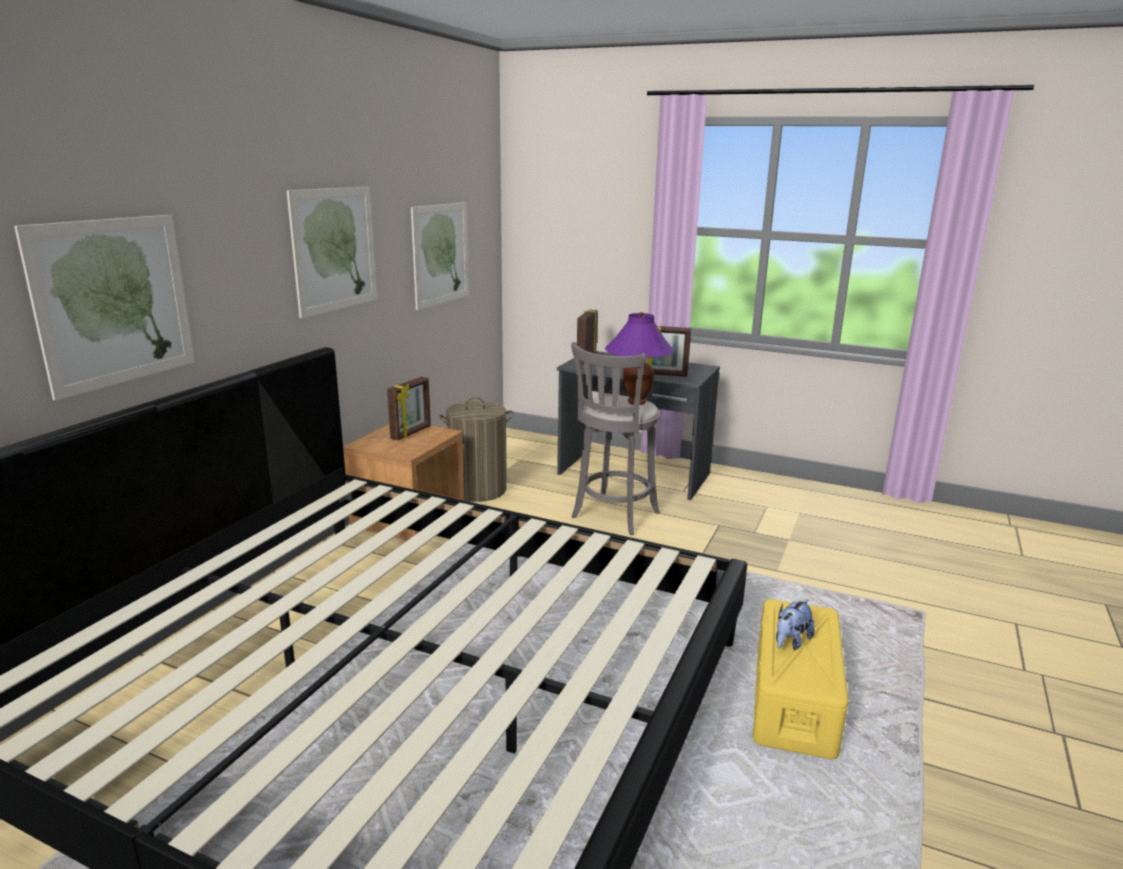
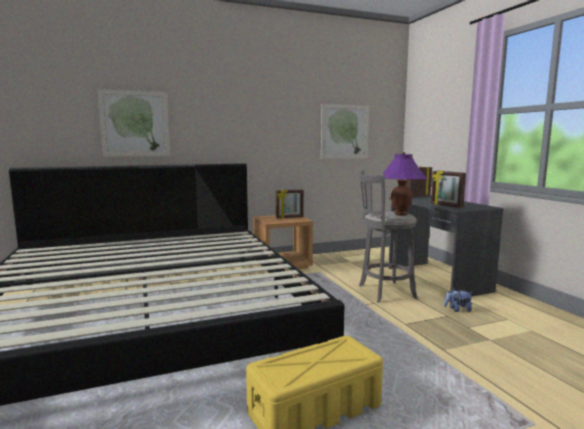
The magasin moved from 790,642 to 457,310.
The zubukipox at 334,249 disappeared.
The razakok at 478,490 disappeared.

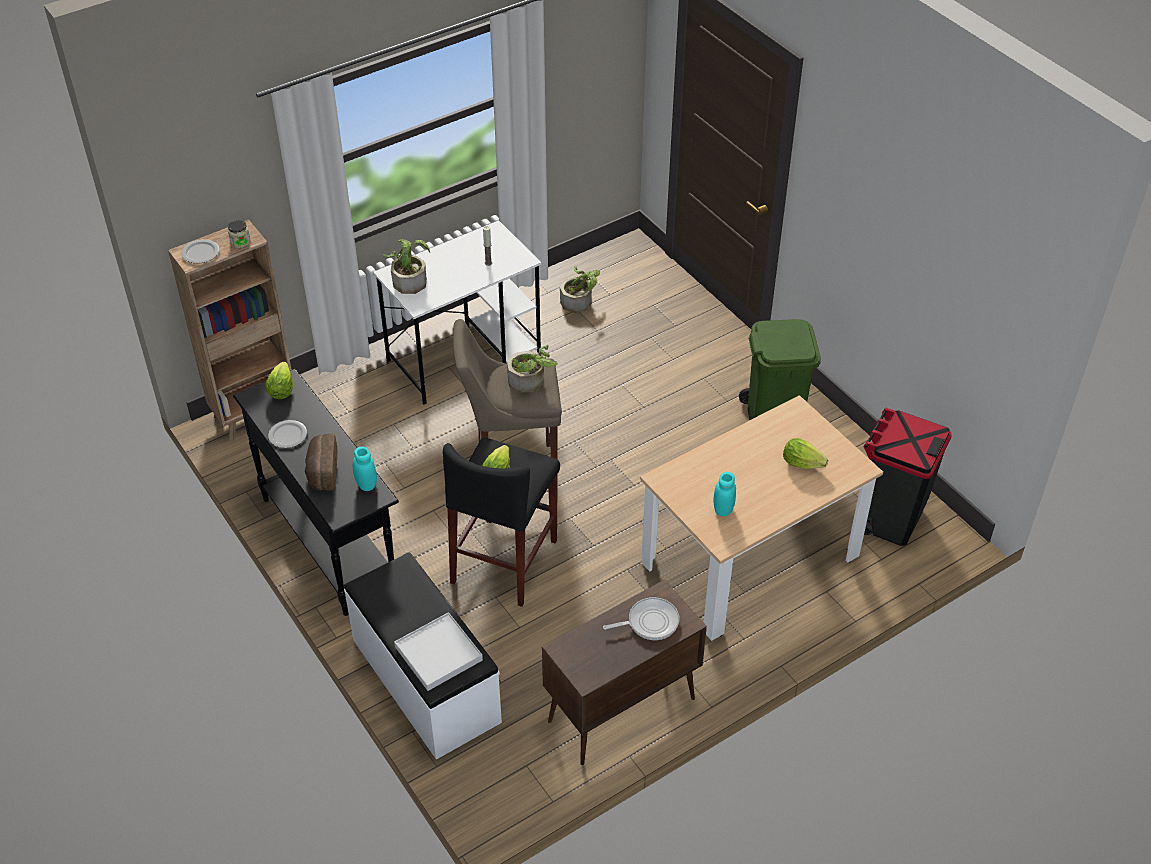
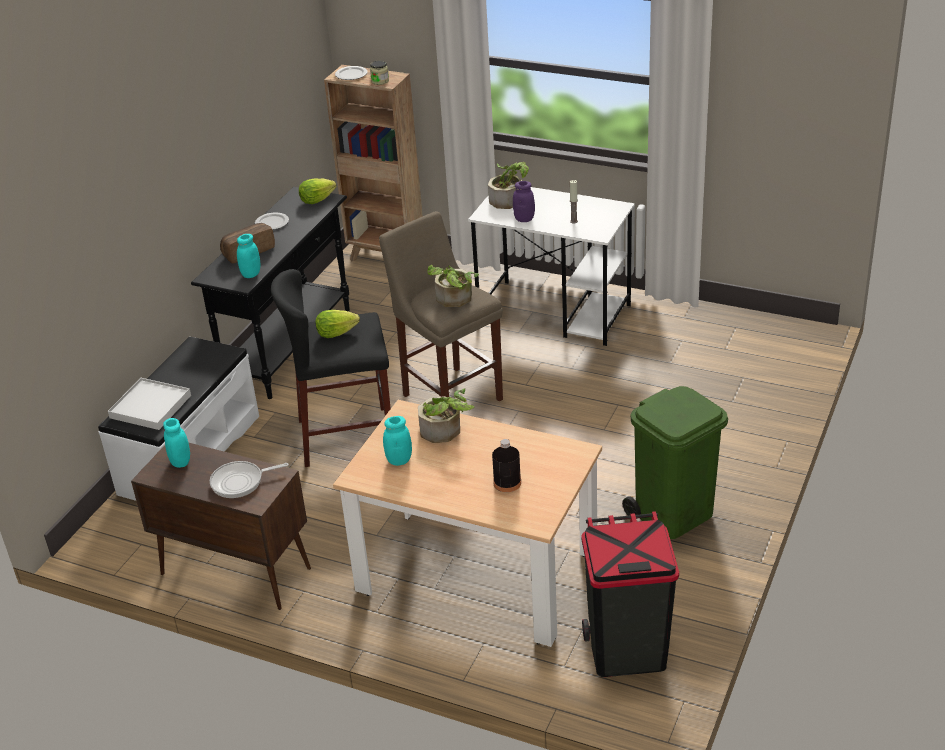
The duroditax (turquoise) at 180,462 appeared.
The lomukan at 649,622 turned 120 degrees clockwise.
The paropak moved from 580,301 to 445,432.
The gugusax at 802,463 was replaced by the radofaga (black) at 507,483.
The duroditax (purple) at 524,219 appeared.

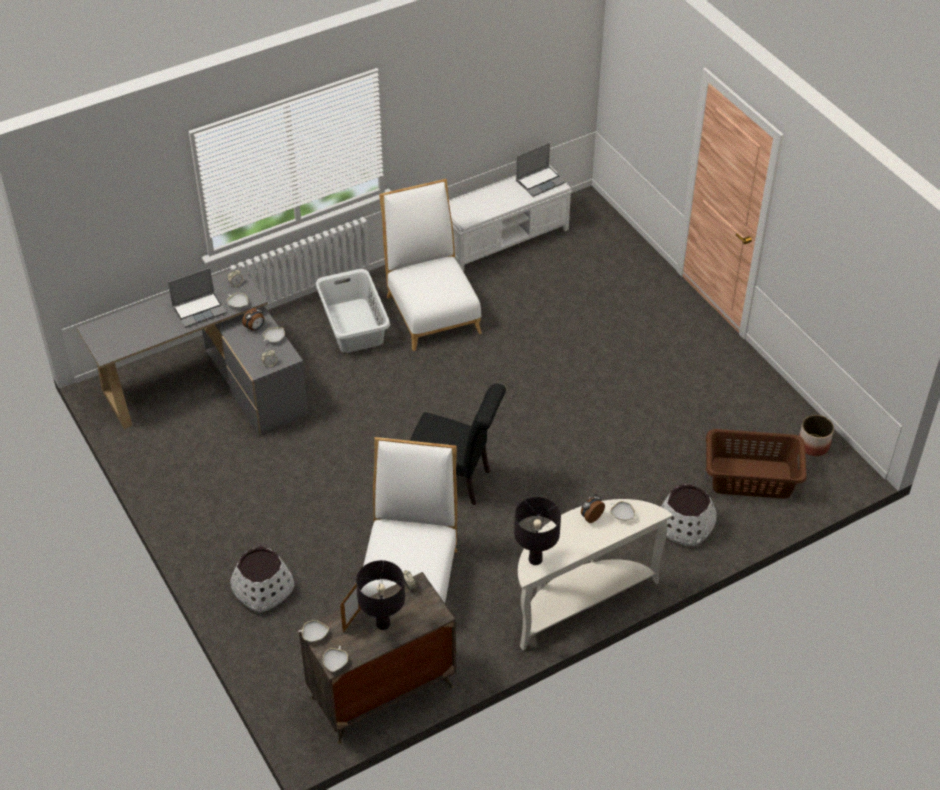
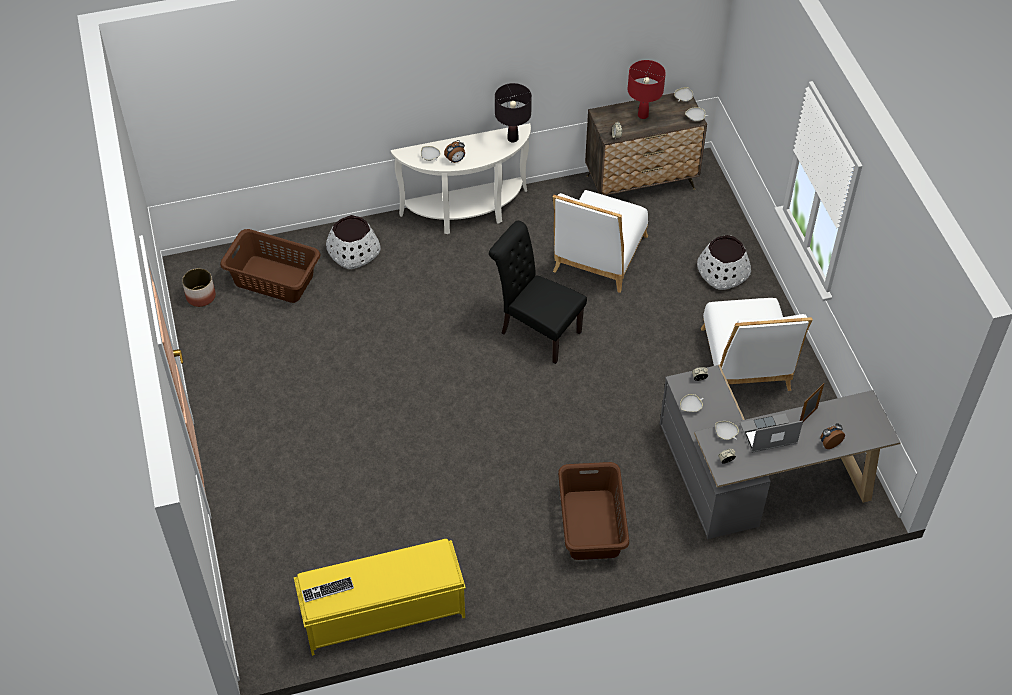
The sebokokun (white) at 505,238 became the sebokokun (yellow) at 382,614.
The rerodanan at 540,181 was replaced by the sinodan at 328,590.
The razakok (white) at 354,325 became the razakok (brown) at 591,525.
The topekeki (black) at 383,624 became the topekeki (red) at 643,115.
The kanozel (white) moved from 431,309 to 746,365.
The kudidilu moved from 352,619 to 807,417.
The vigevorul moved from 255,328 to 829,443.

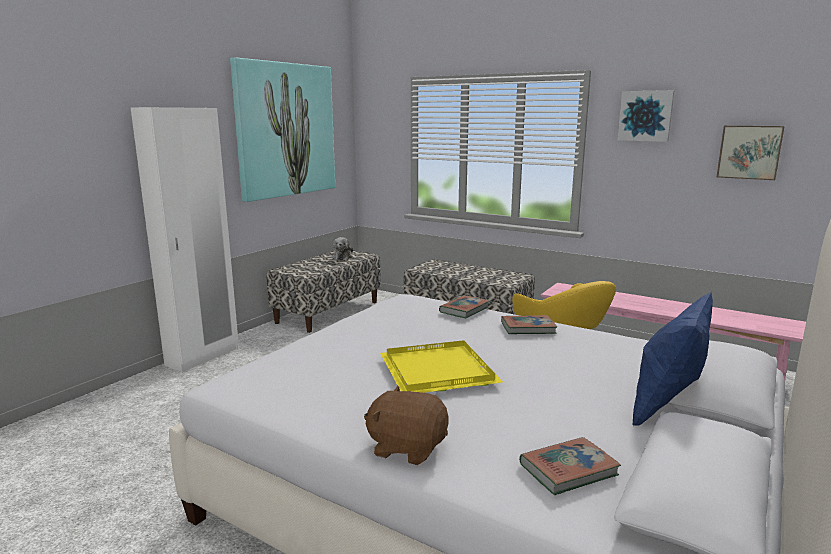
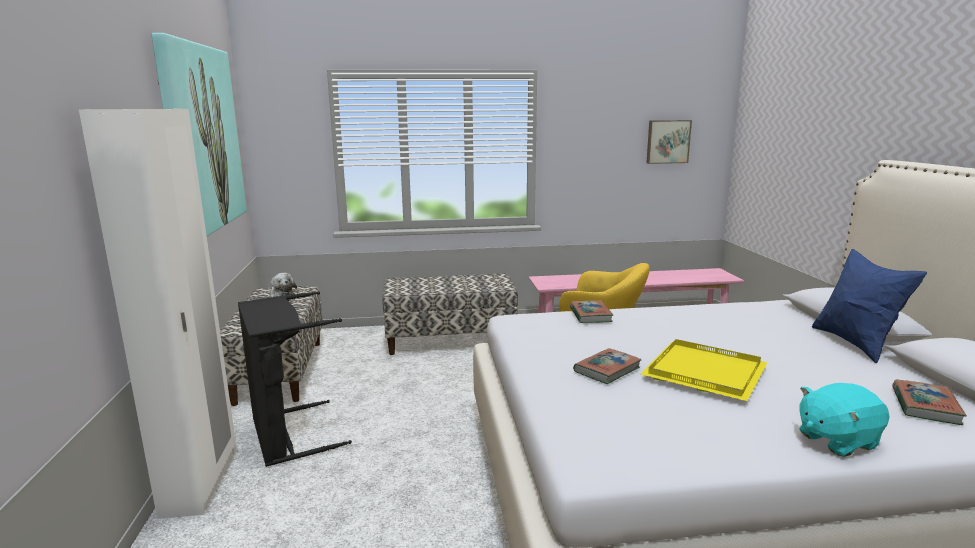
The razakok (black) at 287,435 appeared.
The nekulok moved from 528,328 to 607,370.
The magasin (brown) at 407,447 became the magasin (turquoise) at 836,440.
The zubukipox at 645,116 disappeared.

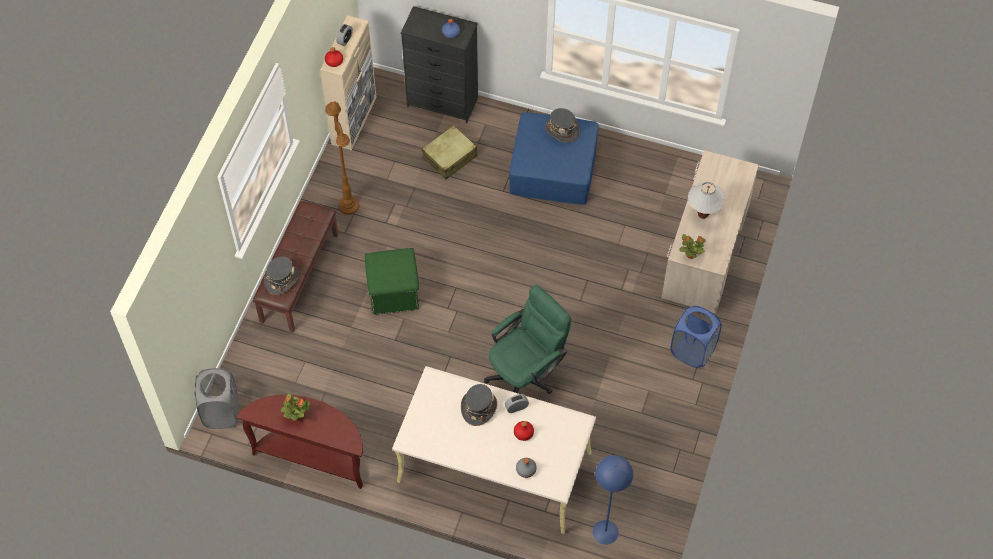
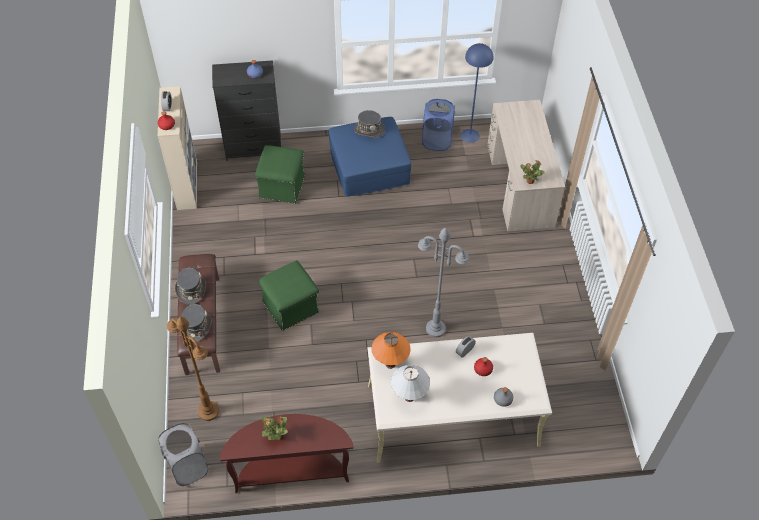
The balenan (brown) moved from 348,206 to 208,411.
The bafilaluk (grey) moved from 478,408 to 191,290.
The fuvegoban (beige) at 450,157 was replaced by the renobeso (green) at 282,186.
The topekeki (orange) at 390,364 appeared.
The topekeki (white) moved from 703,215 to 409,397.
The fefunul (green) at 526,373 was replaced by the balenan (grey) at 436,329.
The razakok (blue) moved from 692,351 to 436,141.
The balenan (blue) moved from 605,532 to 470,136.

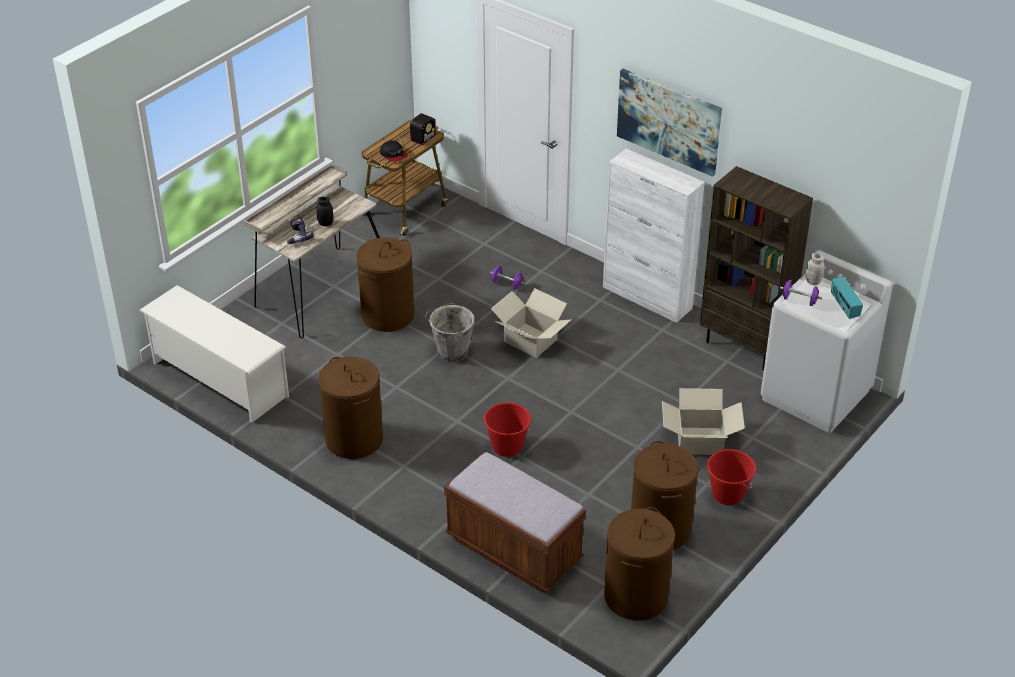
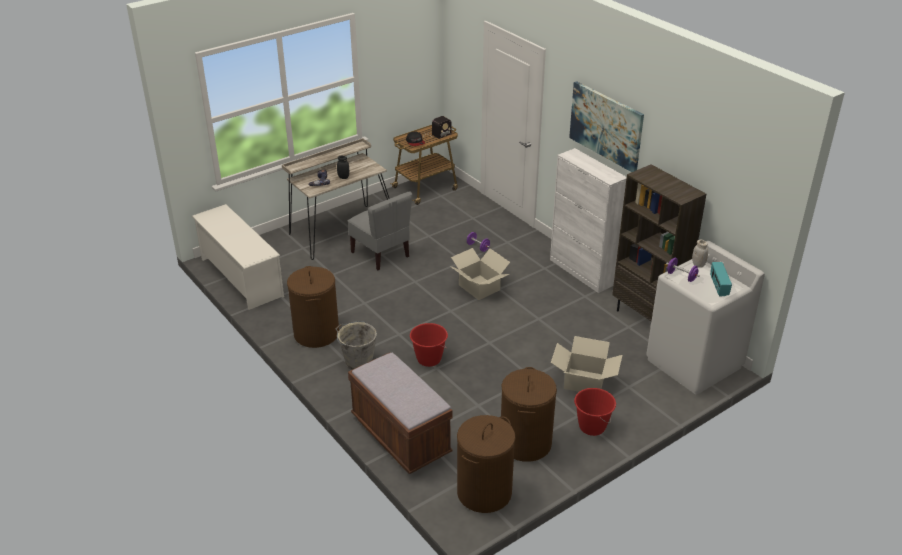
The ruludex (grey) moved from 451,351 to 358,362.
The razakok (brown) at 388,315 was replaced by the kanozel (grey) at 381,254.

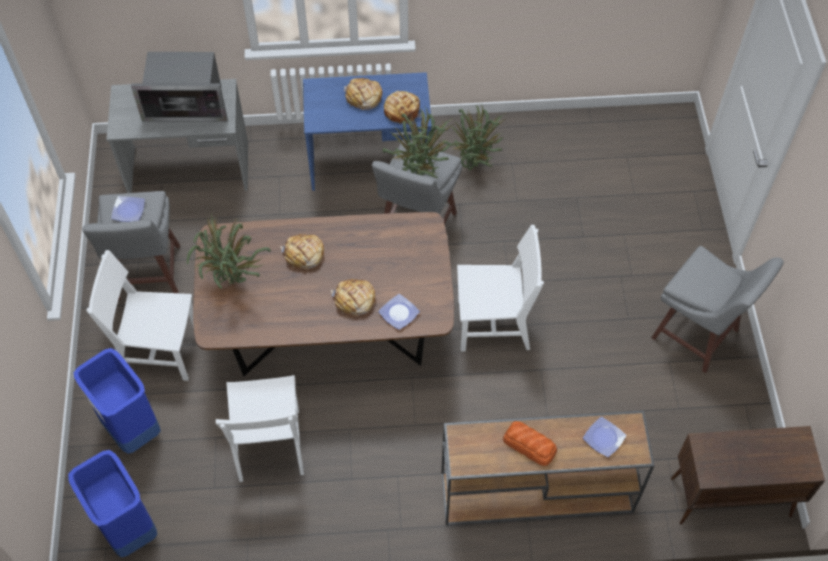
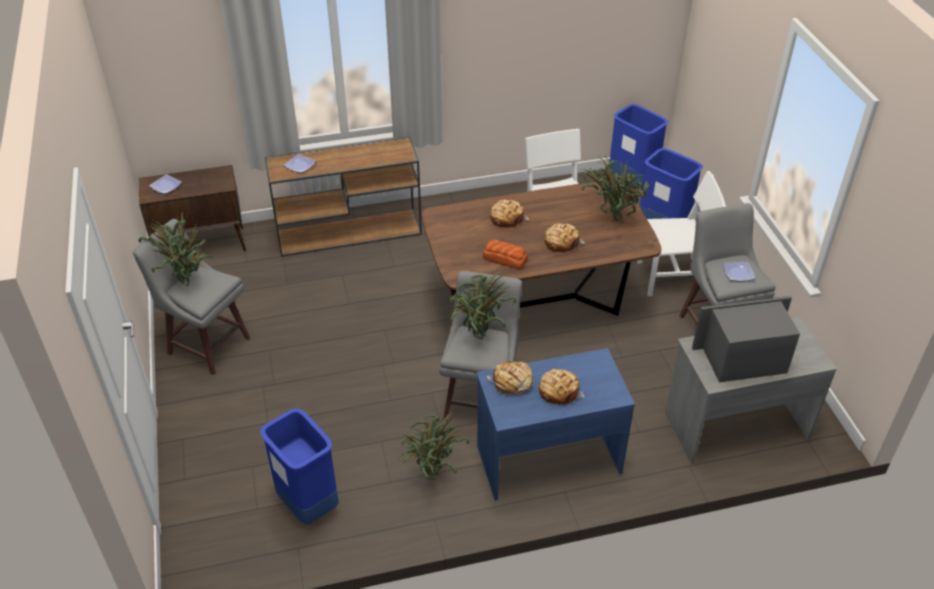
The paropak at 186,279 appeared.
The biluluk moved from 399,312 to 166,186.
The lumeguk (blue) at 307,505 appeared.
The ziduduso moved from 530,445 to 504,258.
The kanozel (white) at 493,324 disappeared.

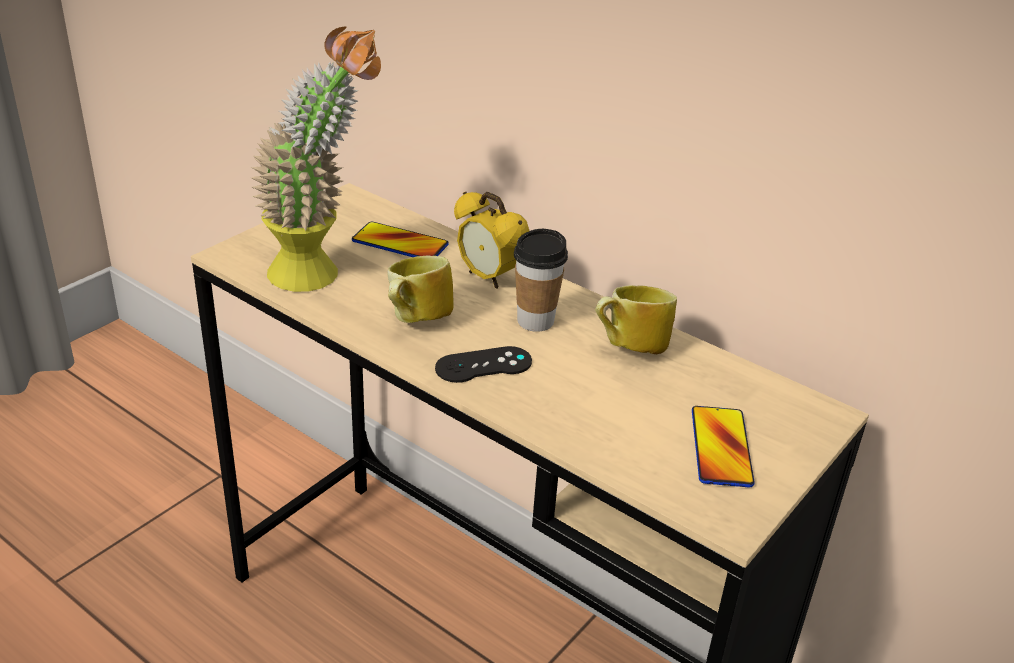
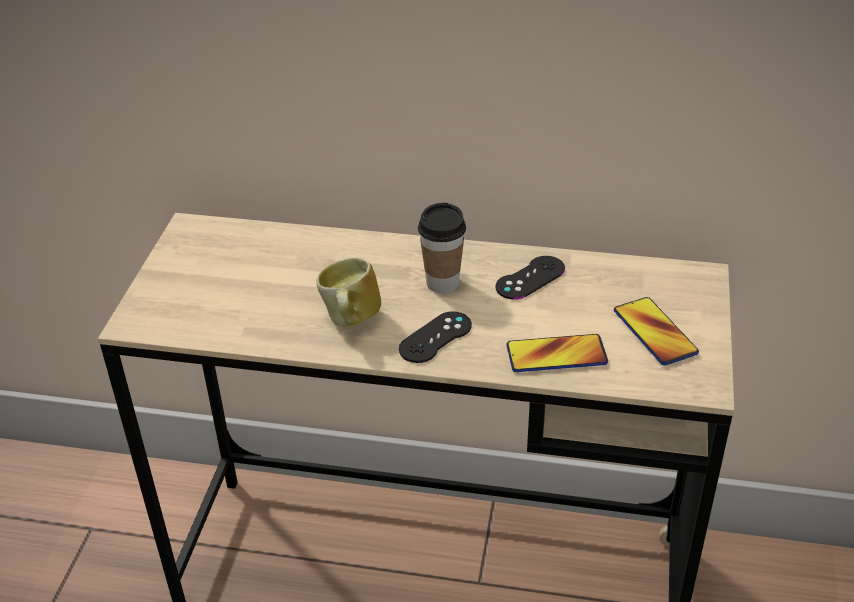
The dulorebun at 629,348 was replaced by the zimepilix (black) at 530,278.
The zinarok moved from 400,243 to 556,355.
The paropak at 322,274 disappeared.
The vigevorul at 488,278 disappeared.

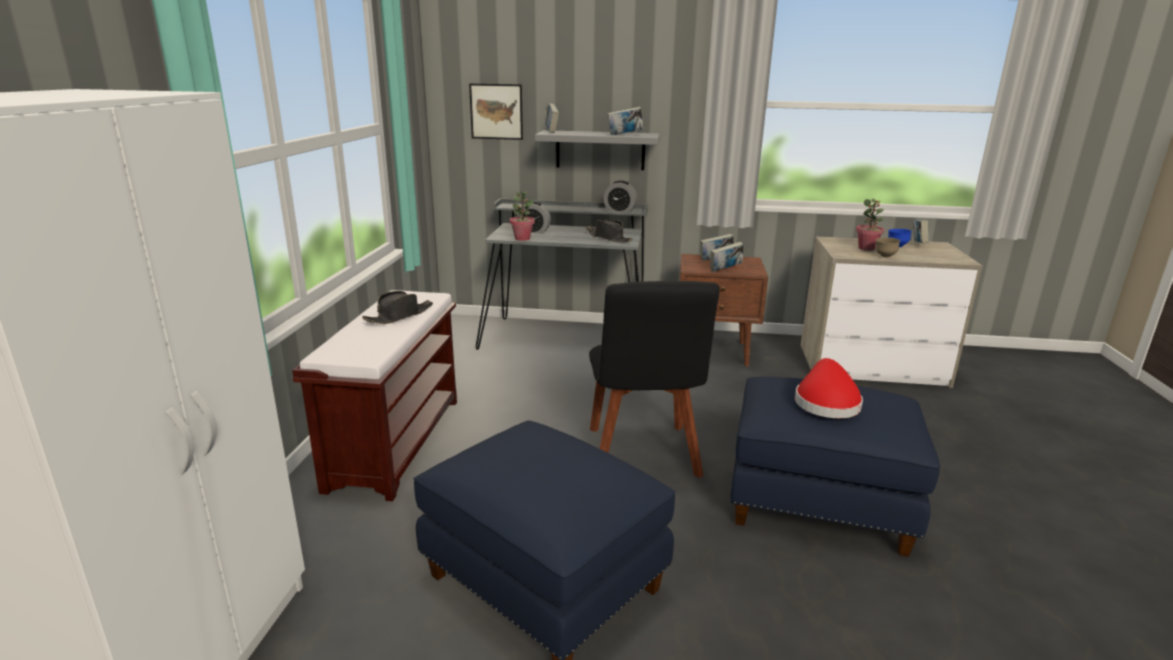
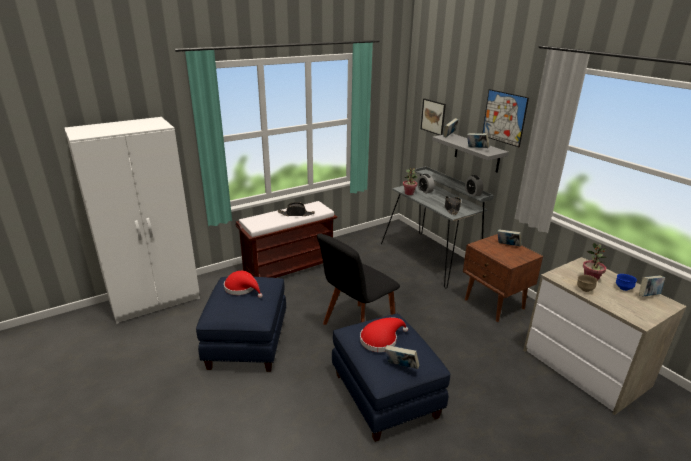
The bafilaluk (red) at 242,288 appeared.
The nekulok moved from 725,270 to 401,367.
The zubukipox at 504,117 appeared.

